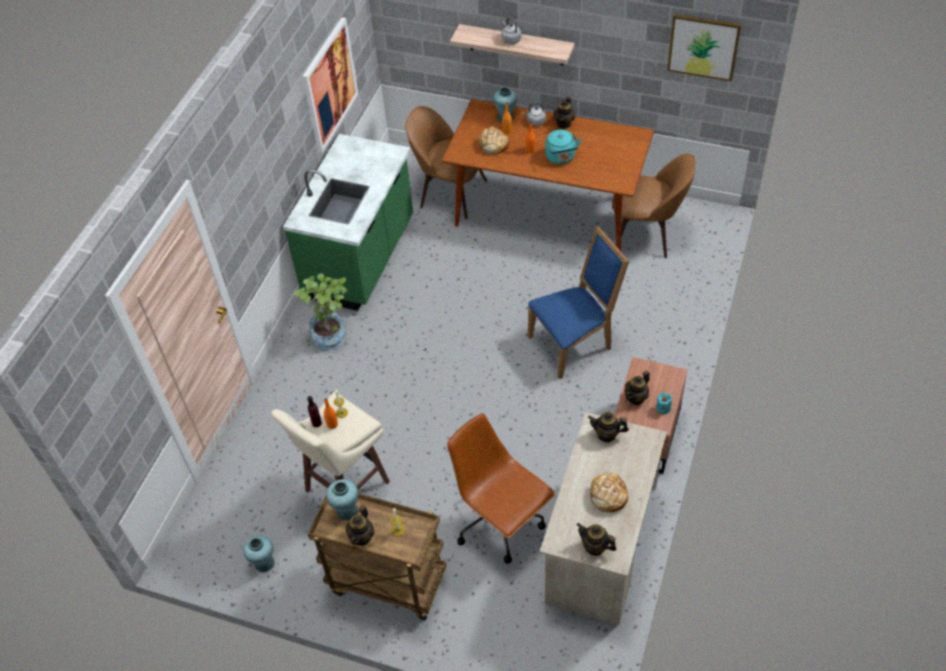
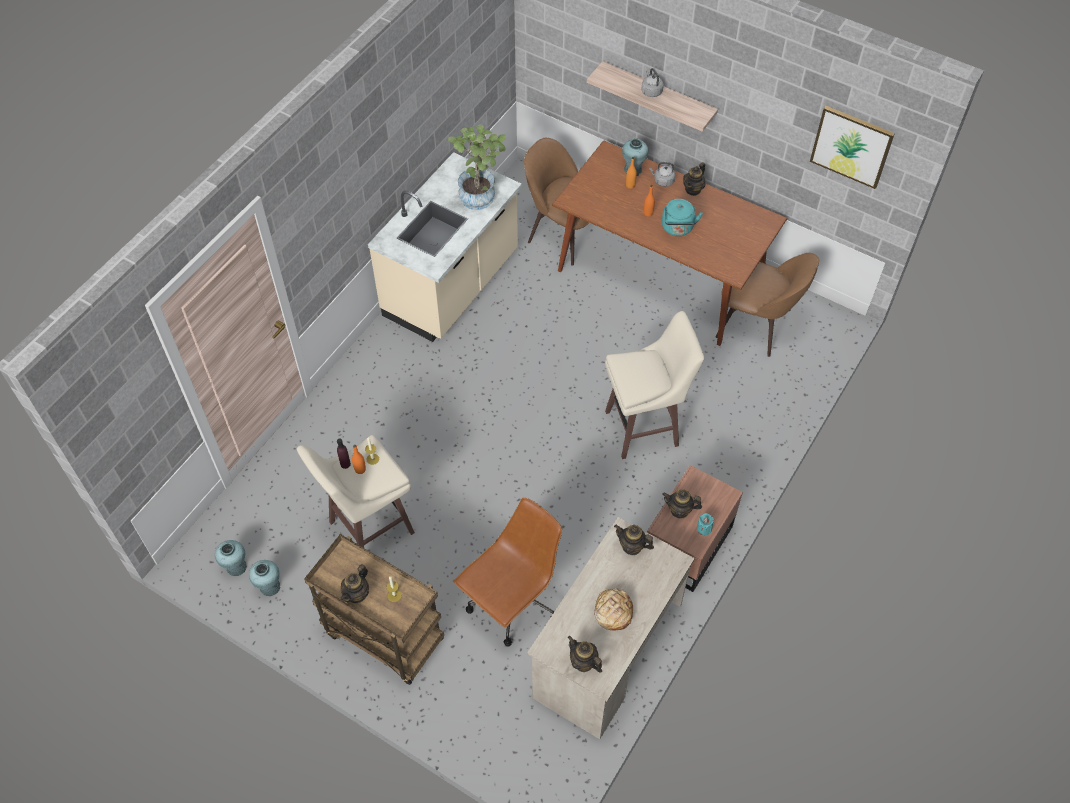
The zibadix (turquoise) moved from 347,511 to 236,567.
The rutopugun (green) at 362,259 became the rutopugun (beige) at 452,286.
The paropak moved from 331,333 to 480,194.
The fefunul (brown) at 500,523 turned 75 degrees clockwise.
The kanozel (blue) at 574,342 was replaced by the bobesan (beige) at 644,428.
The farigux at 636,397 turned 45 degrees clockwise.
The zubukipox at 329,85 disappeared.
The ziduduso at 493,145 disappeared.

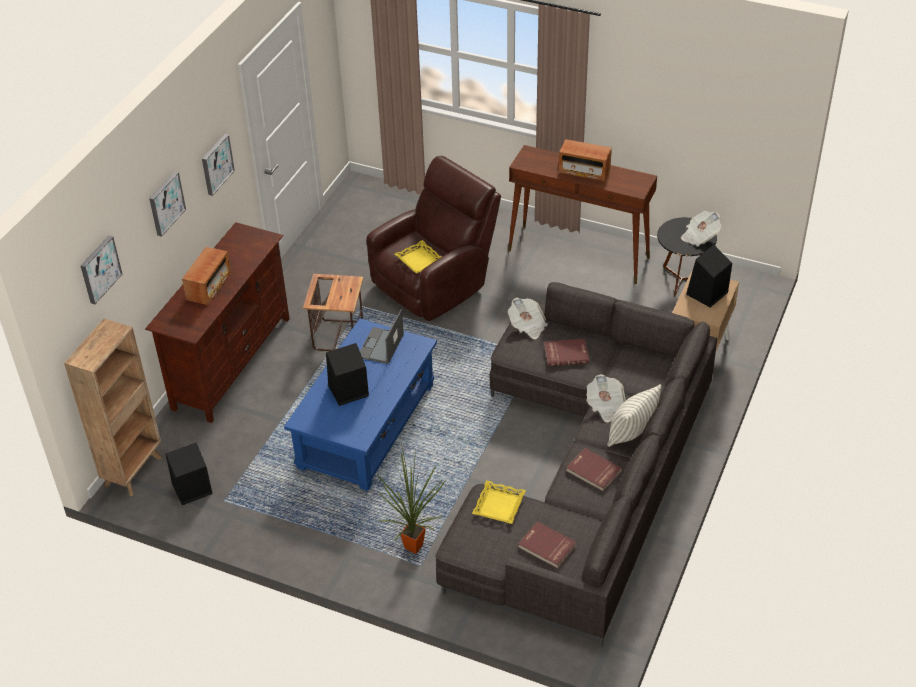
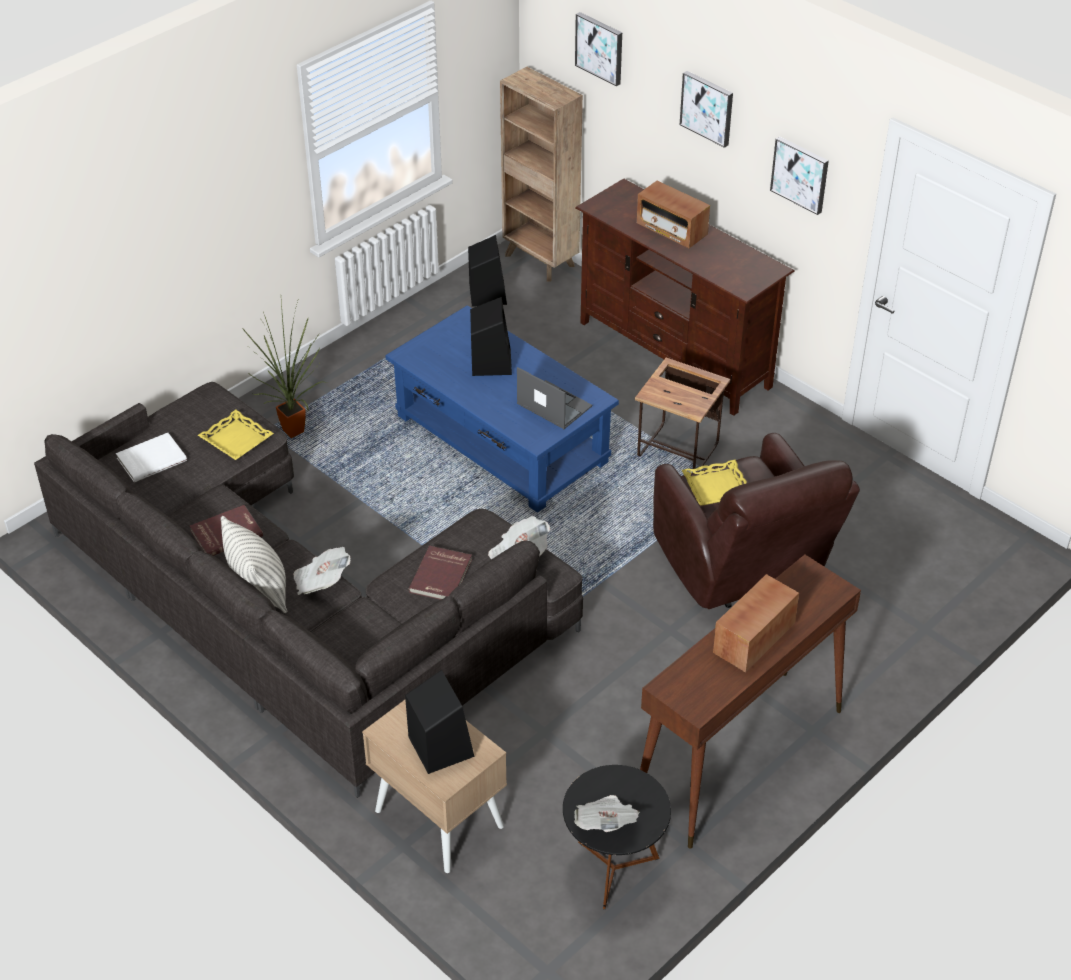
The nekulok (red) at 546,547 became the nekulok (white) at 151,459.

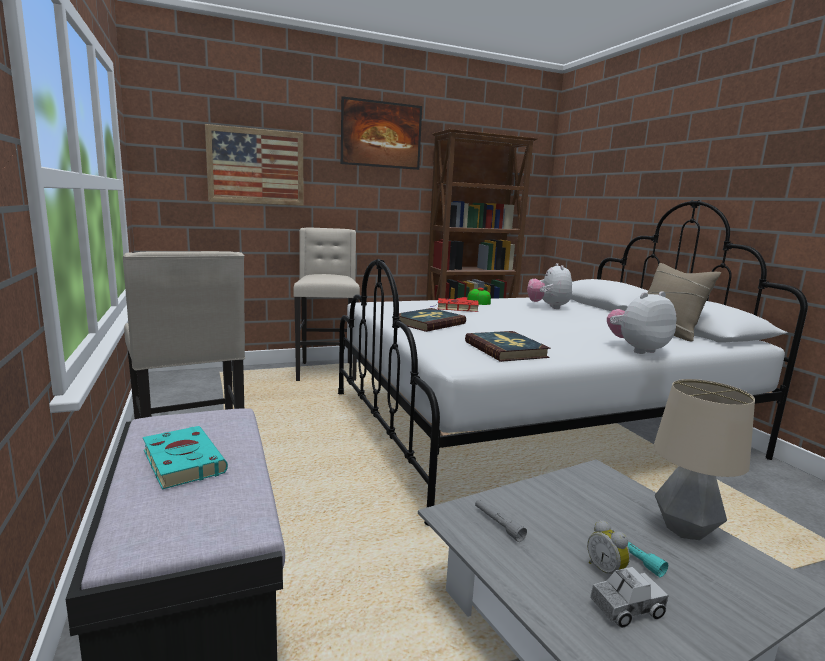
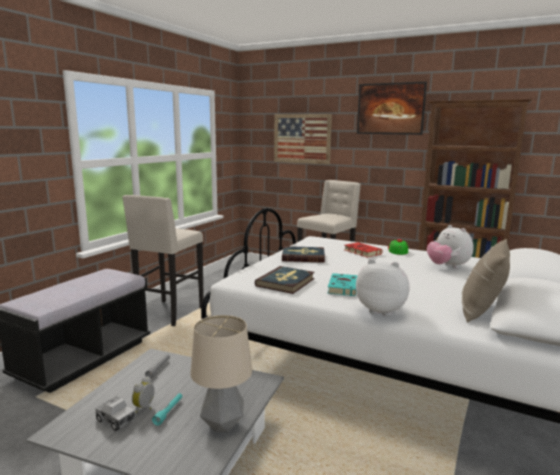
The nekulok (turquoise) moved from 182,460 to 343,287.
The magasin at 548,307 turned 75 degrees counterclockwise.

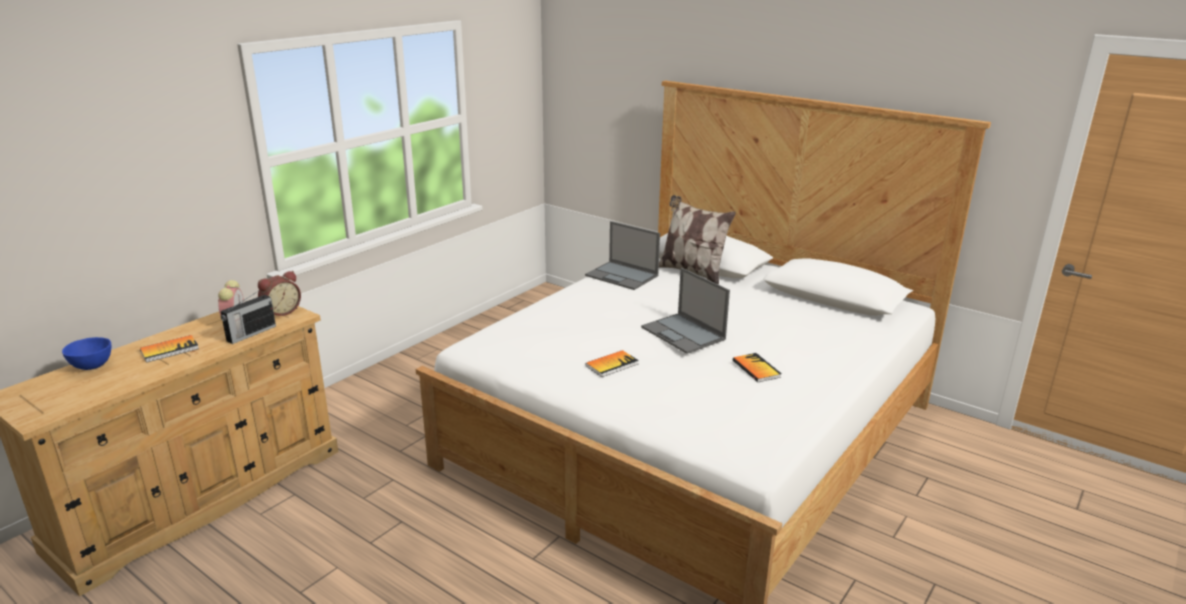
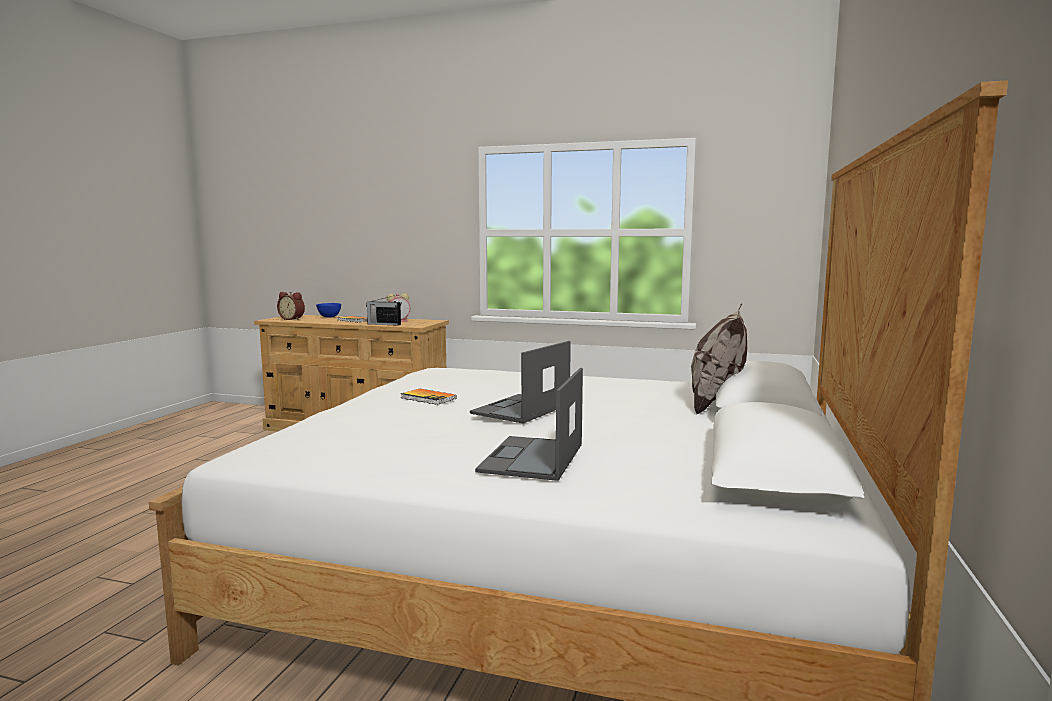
The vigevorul moved from 281,311 to 292,319.
The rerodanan moved from 622,276 to 532,458.
The nekulok at 756,369 disappeared.

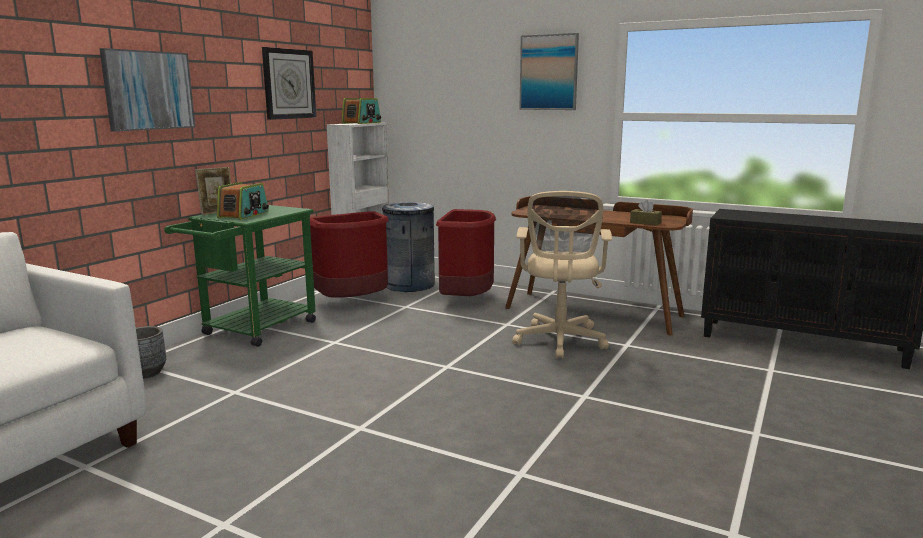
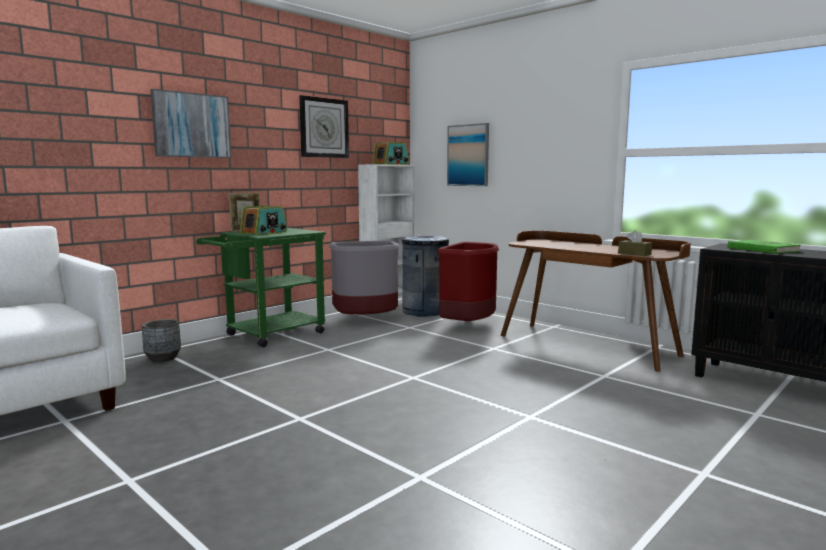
The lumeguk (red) at 354,302 became the lumeguk (grey) at 366,321.
The zubukipox moved from 549,72 to 468,155.
The nekulok (green) at 762,249 appeared.
The fefunul (beige) at 560,342 disappeared.

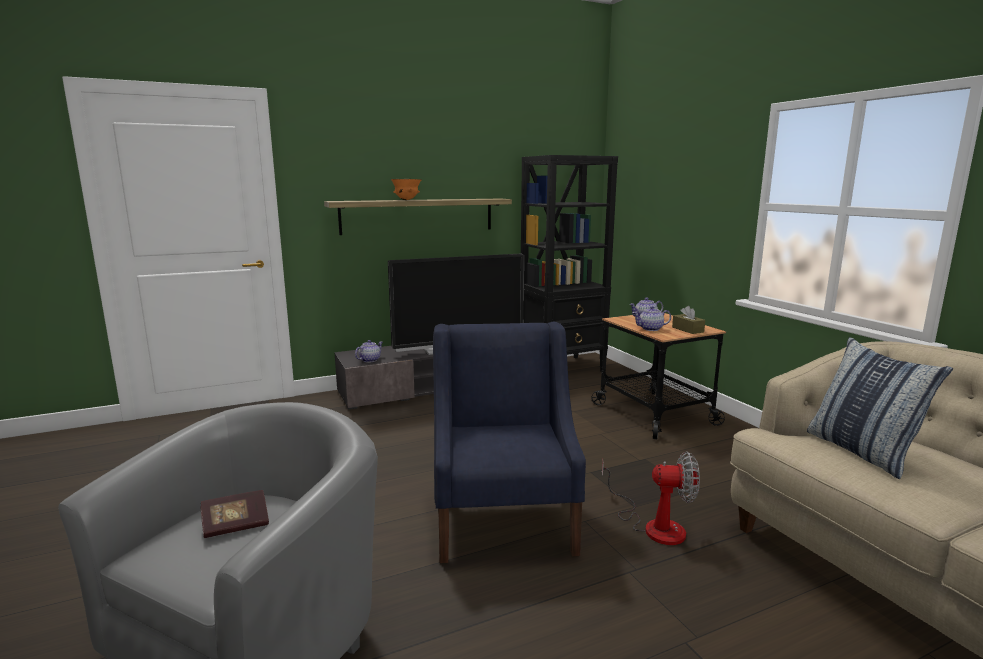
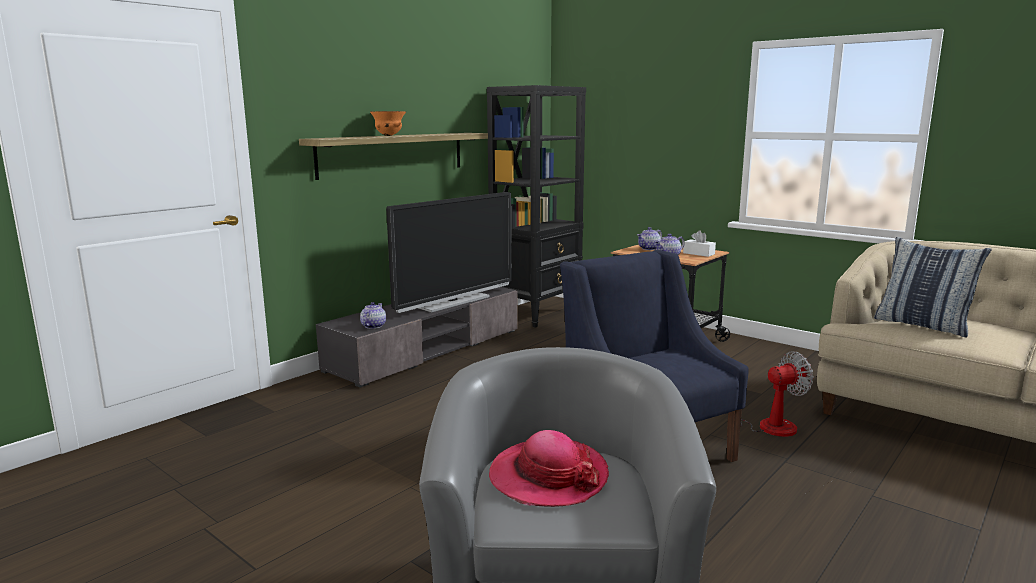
The nekulok at 236,525 was replaced by the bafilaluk at 548,477.
The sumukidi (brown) at 687,329 became the sumukidi (white) at 698,253.

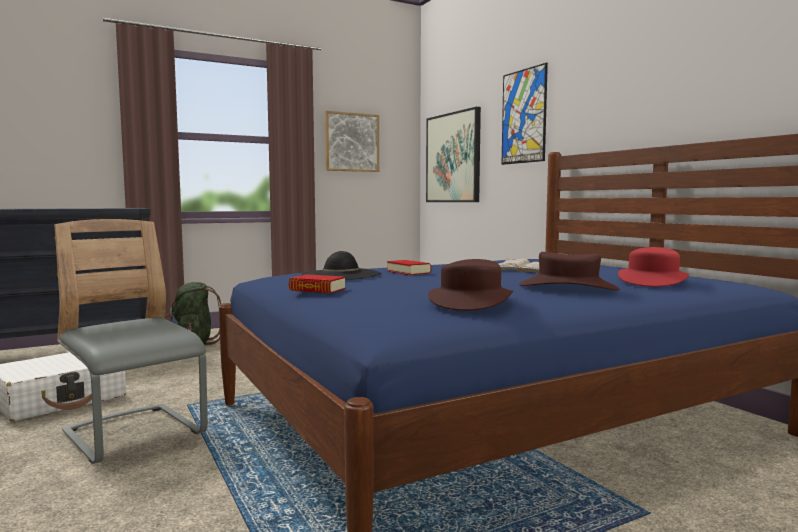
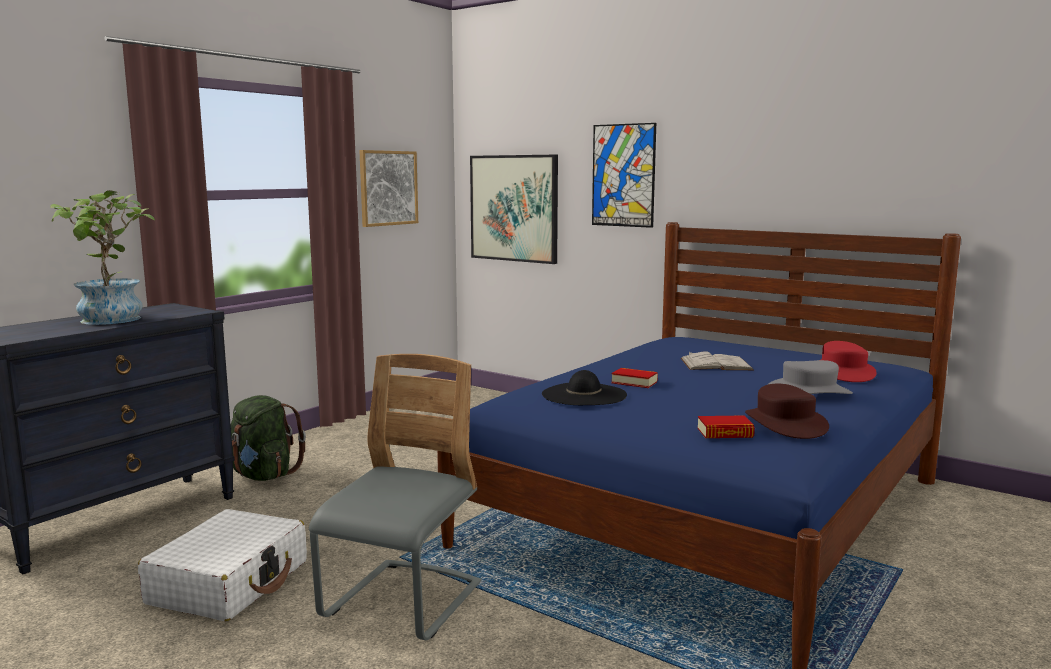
The paropak at 112,321 appeared.
The kanozel (grey) at 134,435 turned 90 degrees clockwise.
The nekulok moved from 317,289 to 725,433.
The bafilaluk (brown) at 568,287 became the bafilaluk (grey) at 808,392.

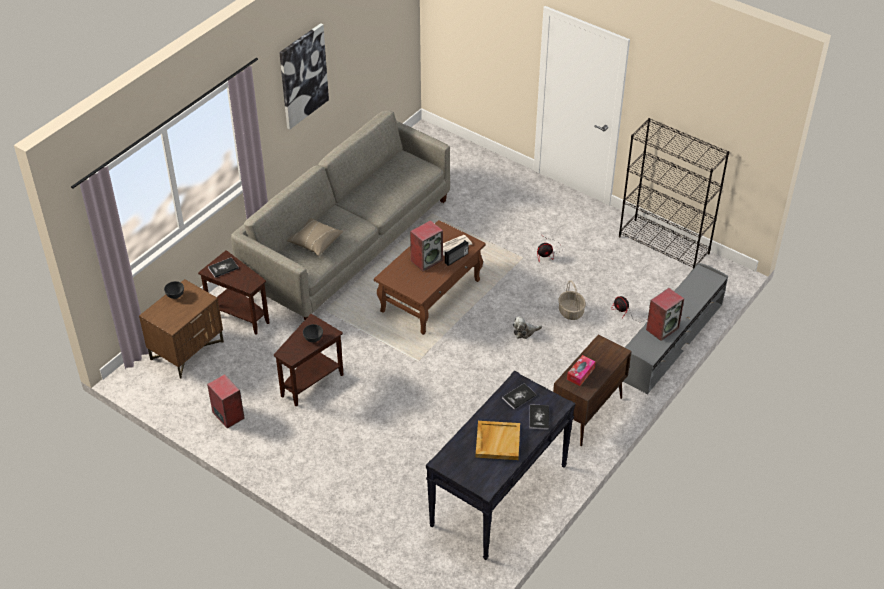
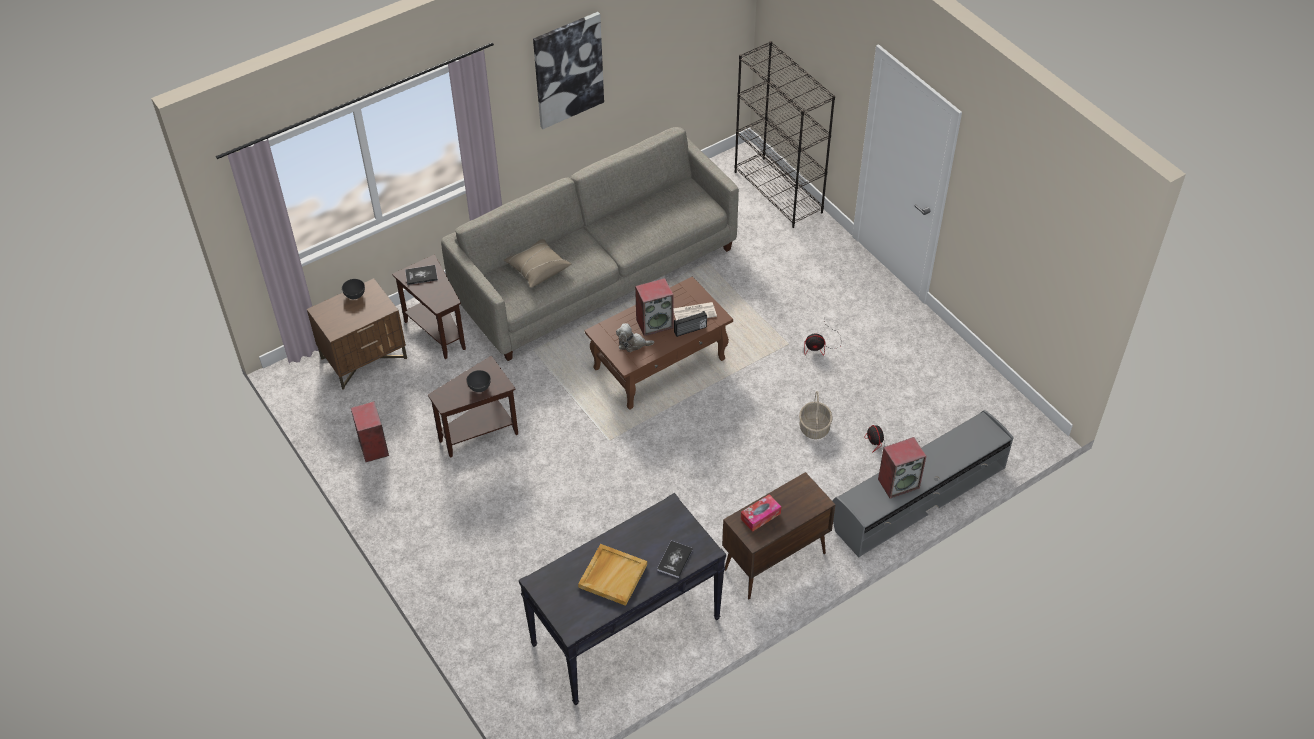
The magasin moved from 525,332 to 632,344.
The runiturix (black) moved from 664,245 to 778,192.
The nekulok at 519,397 disappeared.

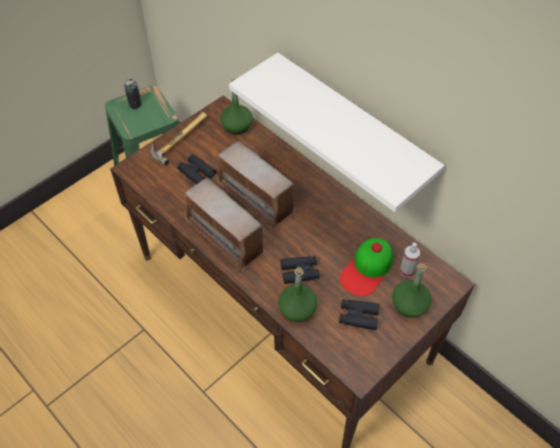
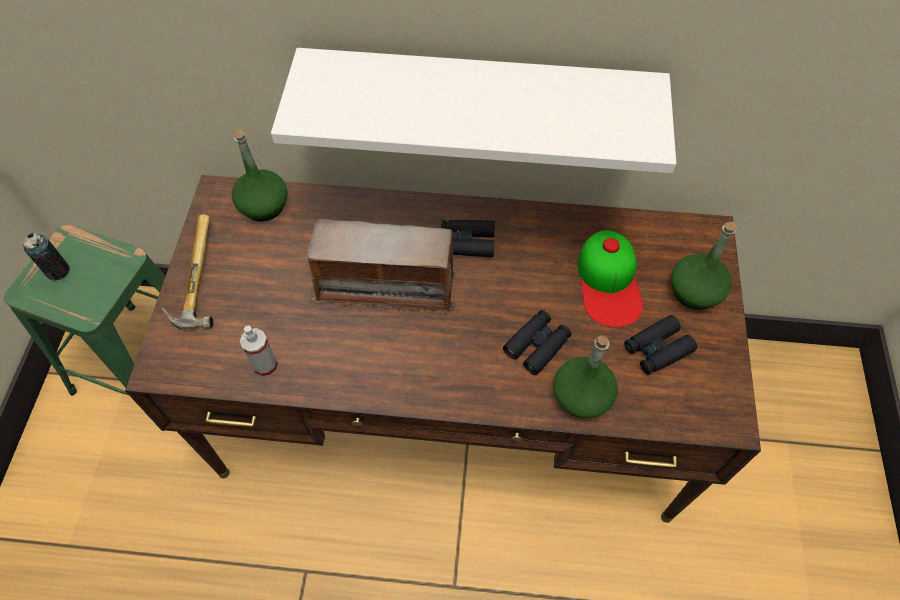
The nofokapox moved from 406,271 to 265,366.
The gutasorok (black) moved from 196,173 to 467,242.
The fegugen at 226,236 disappeared.

